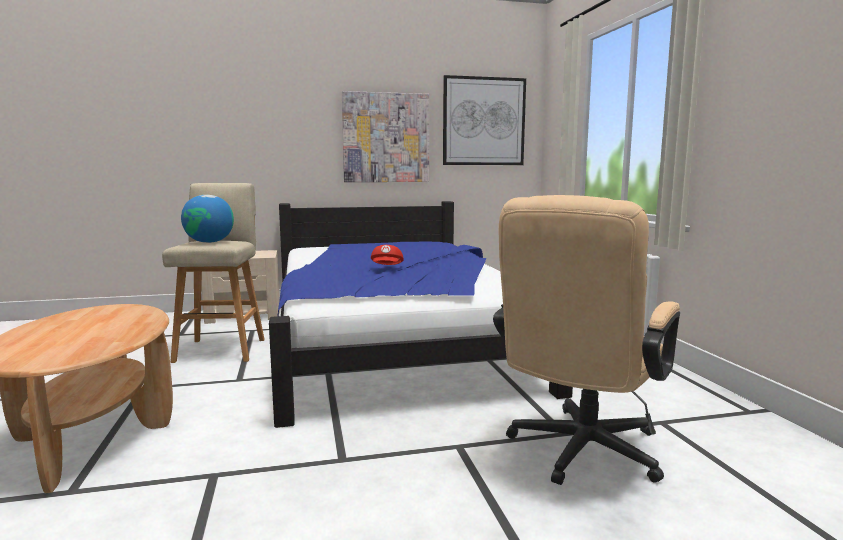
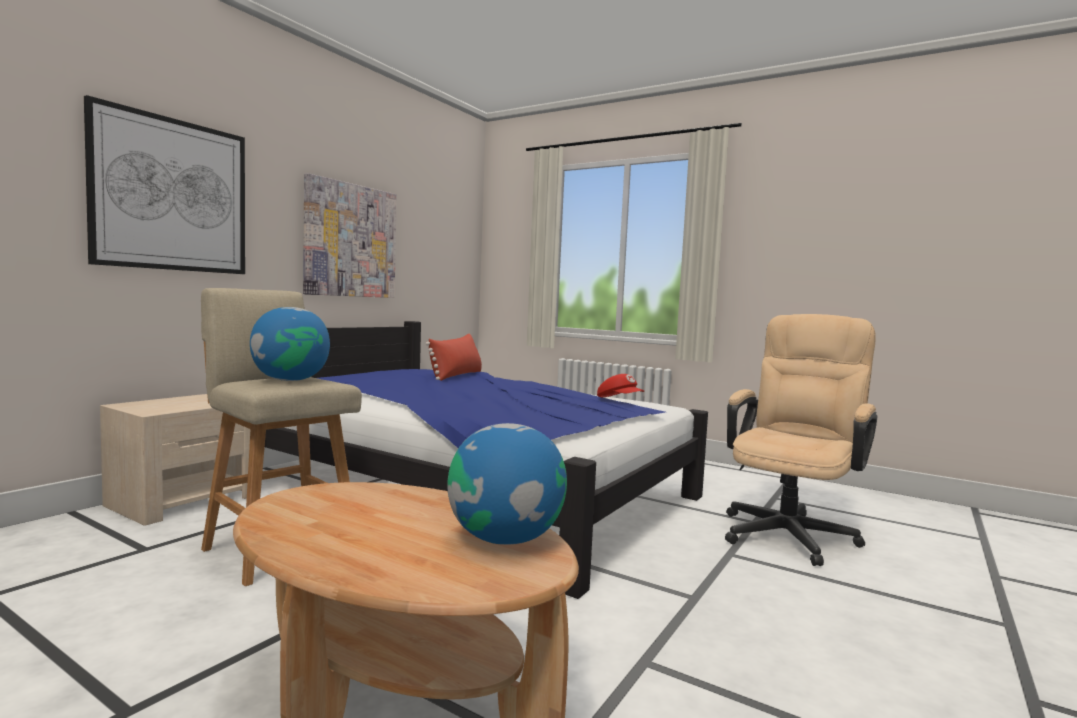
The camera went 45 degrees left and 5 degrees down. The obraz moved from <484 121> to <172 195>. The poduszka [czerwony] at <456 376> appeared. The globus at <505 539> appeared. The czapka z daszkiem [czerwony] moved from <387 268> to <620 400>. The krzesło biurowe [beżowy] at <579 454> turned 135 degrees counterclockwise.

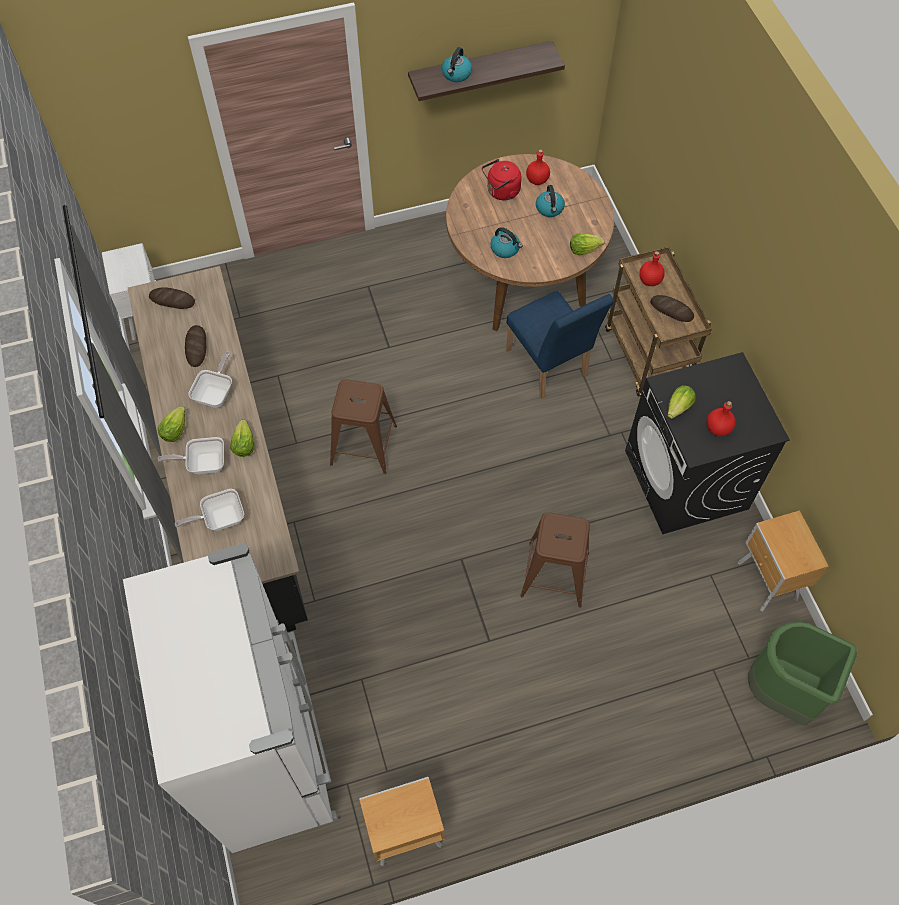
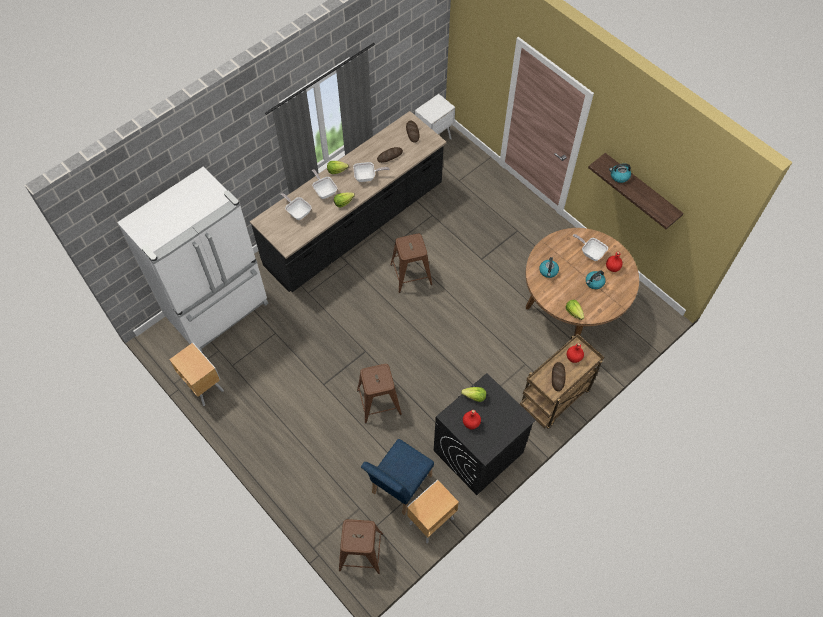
The camera went 65 degrees right and 0 degrees up. The kosz na śmieci [zielony] at <781 693> was replaced by the stołek [brązowy] at <361 551>. The krzesło [niebieski] moved from <549 367> to <398 487>. The czajnik [czerwony] at <501 192> was replaced by the patelnia at <590 252>.

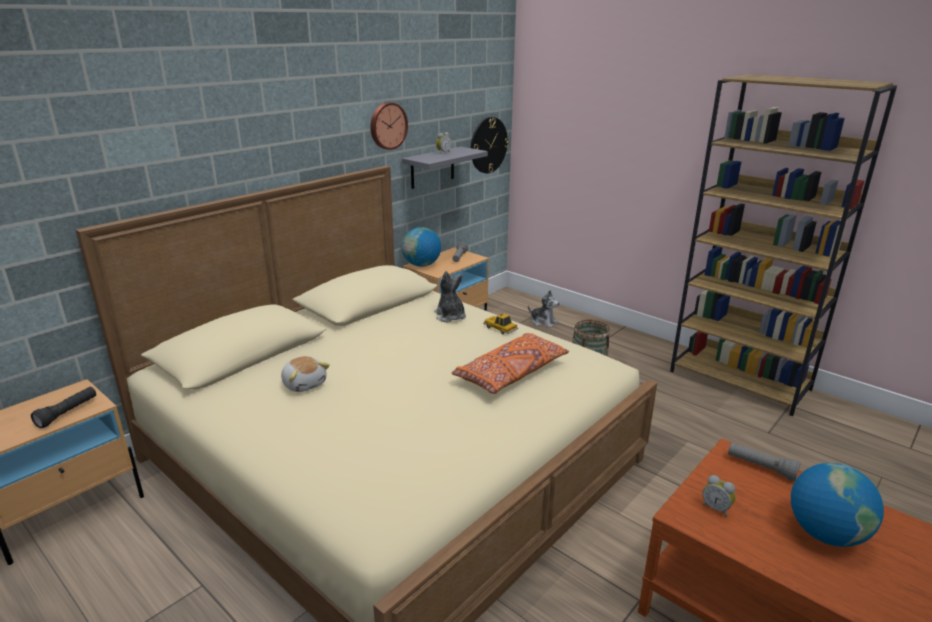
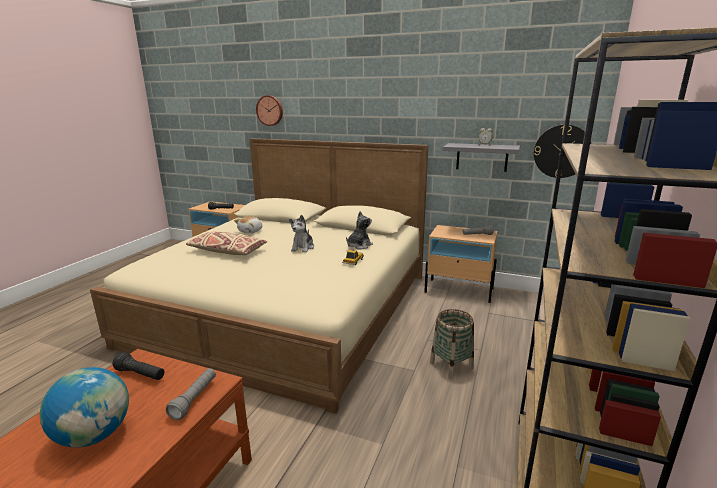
The camera went 70 degrees right and 5 degrees down. The budzik at <716 508> was replaced by the latarka [czarny] at <141 374>. The poduszka [beżowy] at <227 251> appeared. The zegar ścienny moved from <387 126> to <270 110>. The pluszak moved from <543 322> to <303 247>. The globus at <422 265> disappeared. The poduszka [pomarańczowy] at <511 374> disappeared.

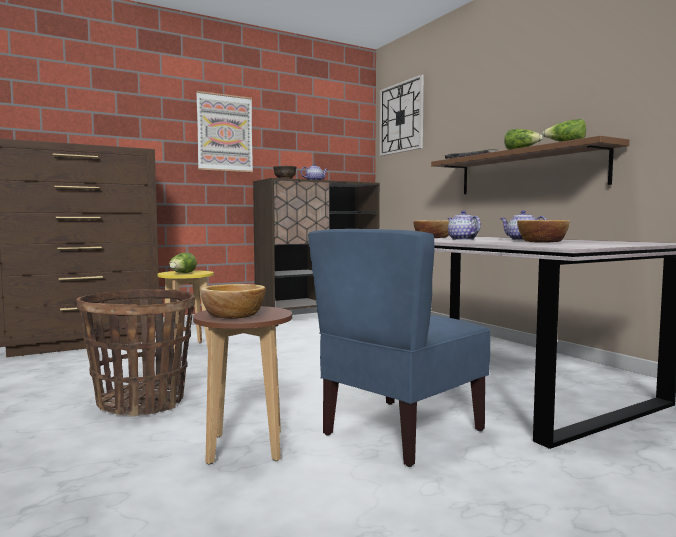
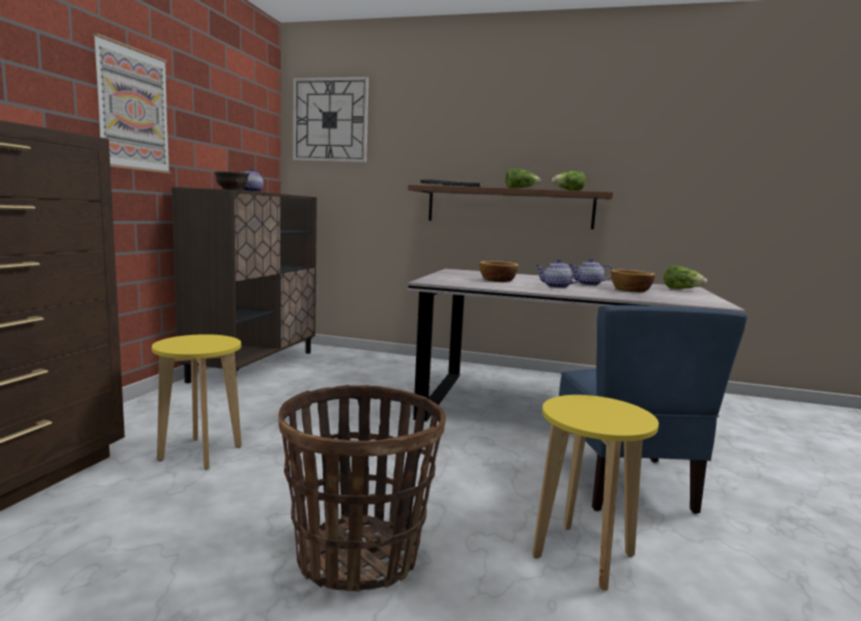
The camera went 45 degrees left and 5 degrees up. The stołek [brązowy] at <245 448> became the stołek [żółty] at <583 556>. The sałata moved from <182 273> to <682 289>. The miska at <234 315> disappeared.

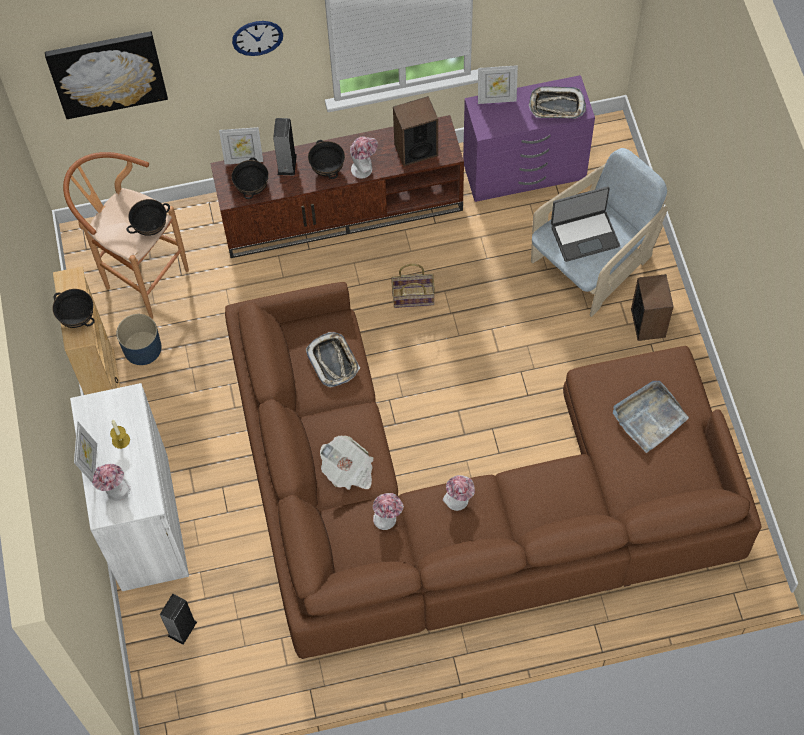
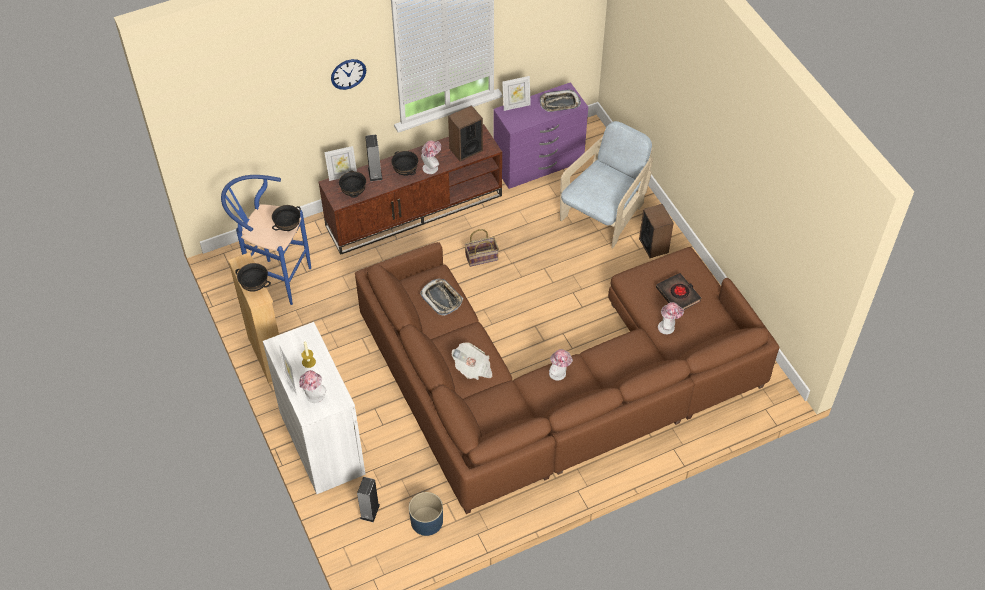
The camera went 15 degrees left and 10 degrees down. The stołek [brązowy] at <139 277> became the stołek [niebieski] at <275 279>. The donica [niebieski] moved from <142 348> to <426 521>. The taca [szary] at <649 417> was replaced by the książka [czarny] at <678 295>. The kapelusz moved from <388 520> to <668 327>. The obraz at <107 73> disappeared. The laptop at <584 235> disappeared.

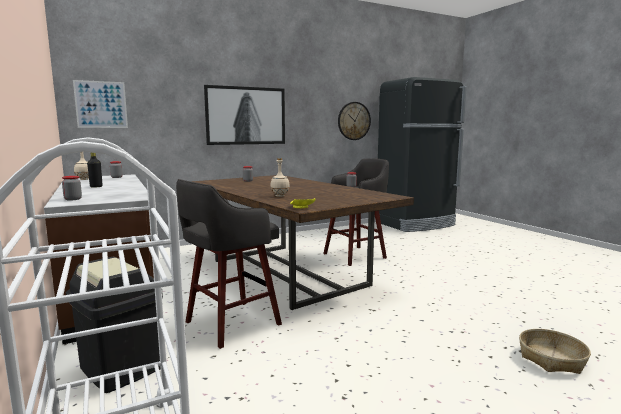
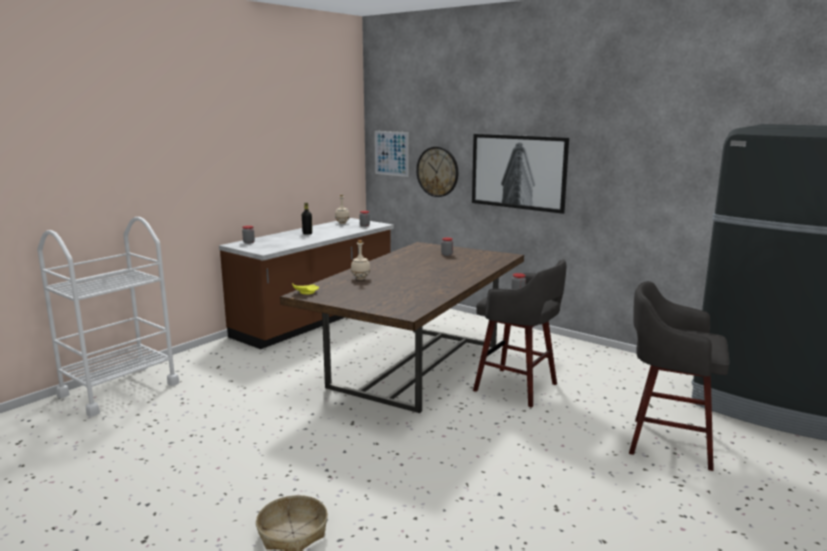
The camera went 65 degrees right and 5 degrees up. The zegar ścienny moved from <354 121> to <437 171>. The stołek [szary] moved from <230 324> to <667 442>. The kosz na śmieci [czarny] at <120 368> disappeared.

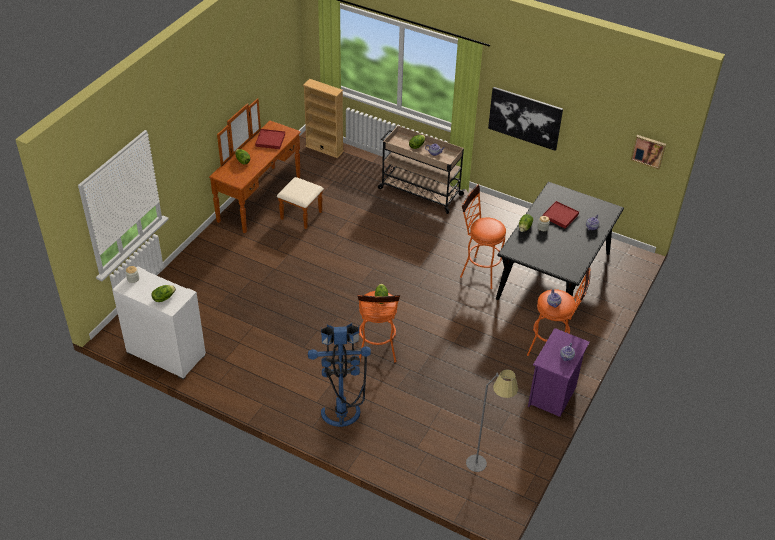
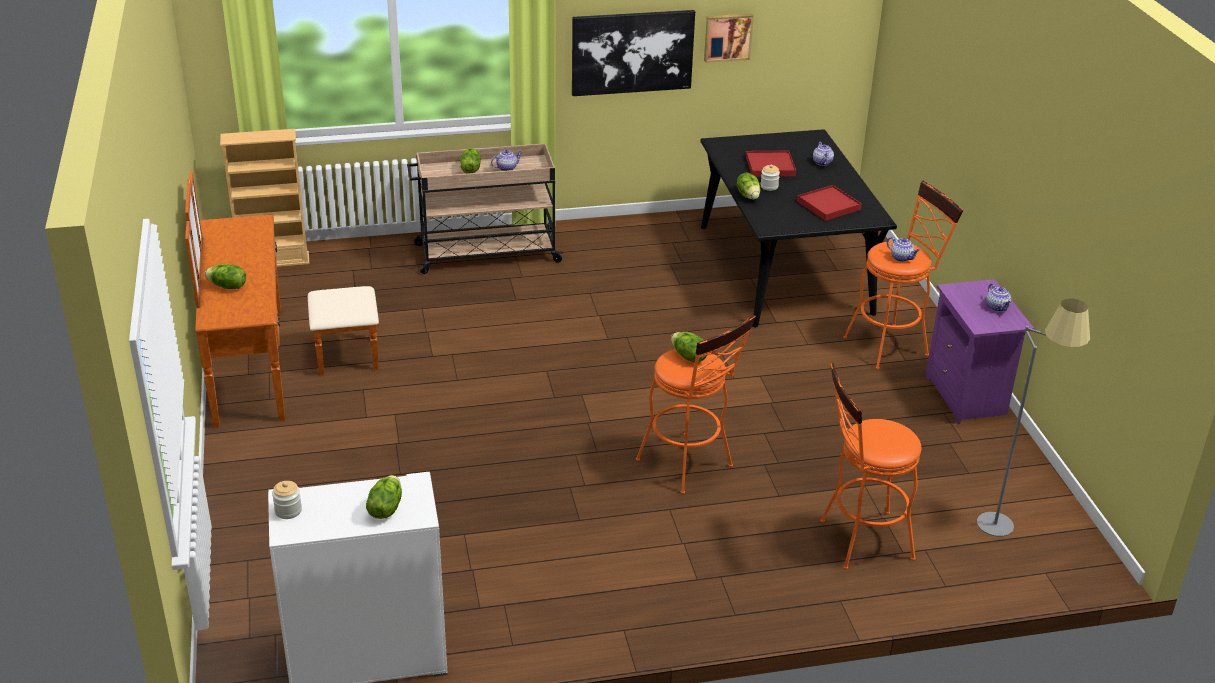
The camera went 40 degrees left and 10 degrees down. The obraz moved from <648 151> to <727 37>. The taca [czerwony] moved from <270 140> to <828 205>. The stołek [pomarańczowy] moved from <479 271> to <858 541>. The lampa stojąca [niebieski] at <341 422> disappeared.

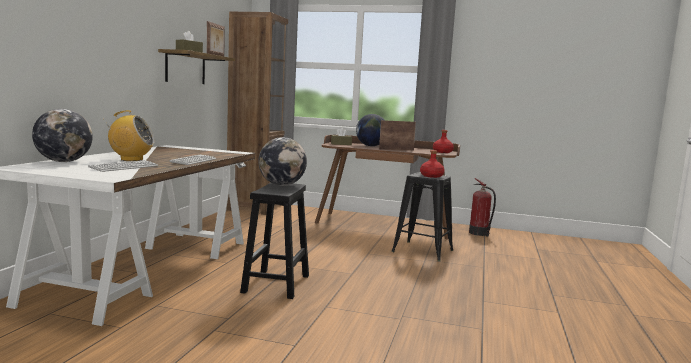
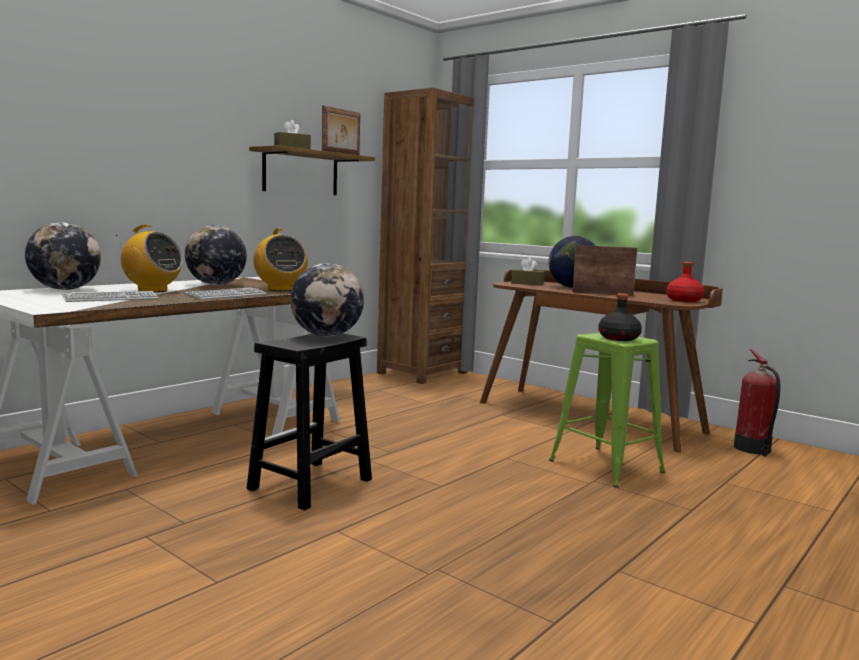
The camera went 25 degrees right and 0 degrees up. The globus at <216 284> appeared. The radio at <280 289> appeared. The stołek [czarny] at <423 251> became the stołek [zielony] at <606 467>. The butelka [czerwony] at <431 176> became the butelka [czarny] at <619 338>.

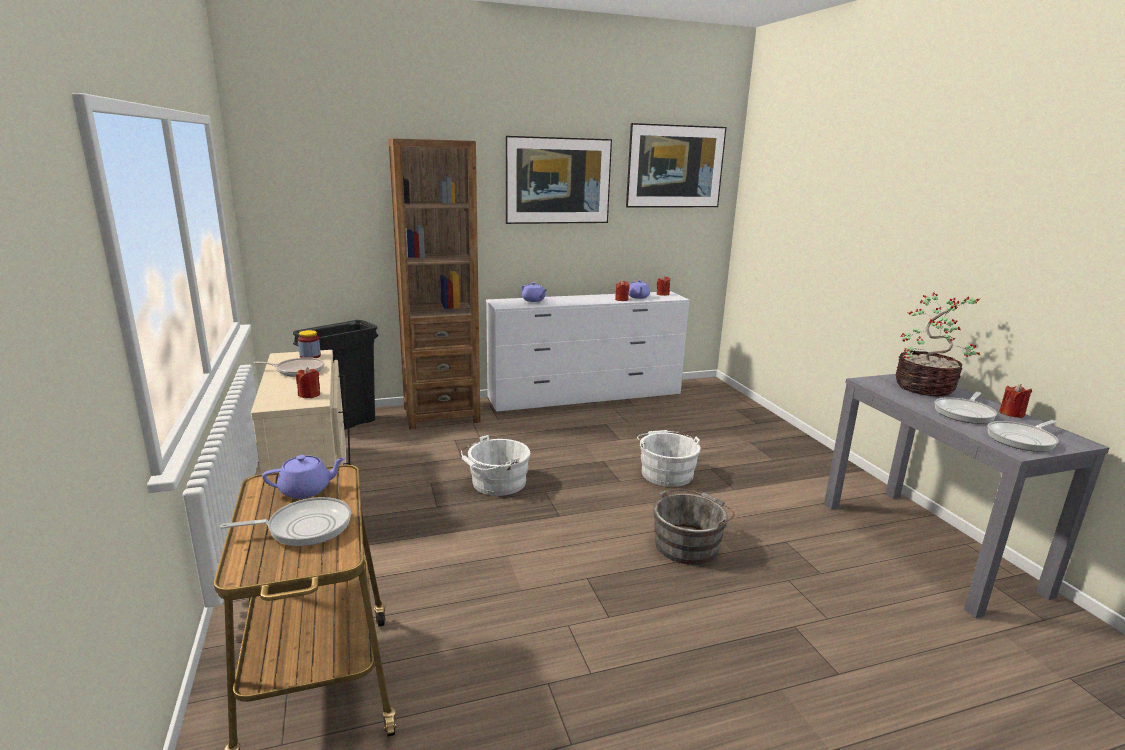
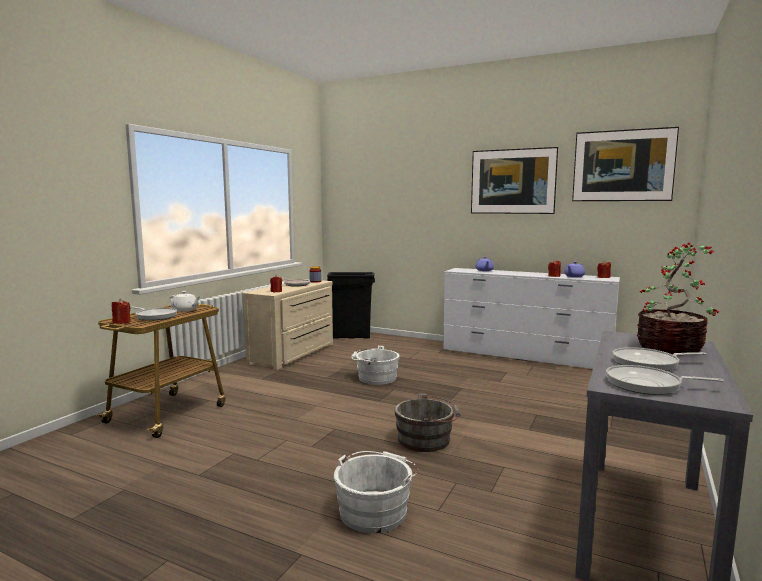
The camera went 45 degrees right and 10 degrees down. The świeca [czerwony] moved from <1011 414> to <121 322>. The imbryk [fioletowy] at <306 490> became the imbryk [biały] at <185 310>. The wiadro [biały] moved from <665 472> to <375 510>. The regał [brązowy] at <441 414> disappeared.

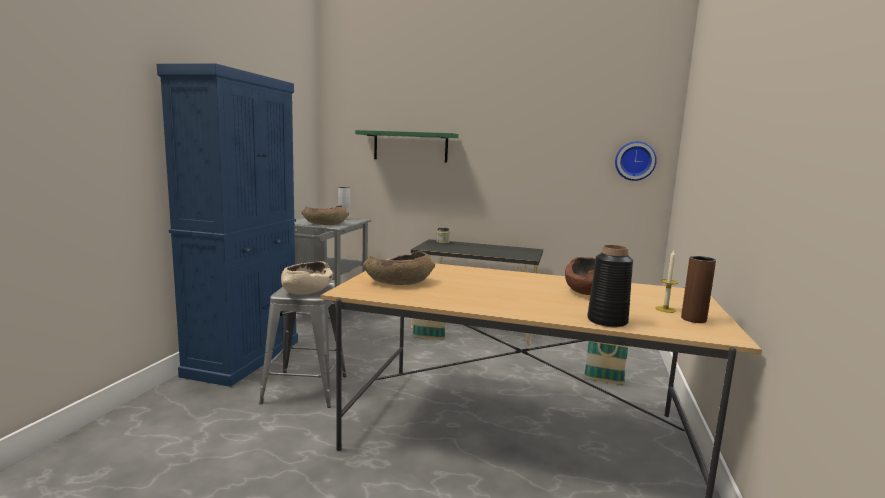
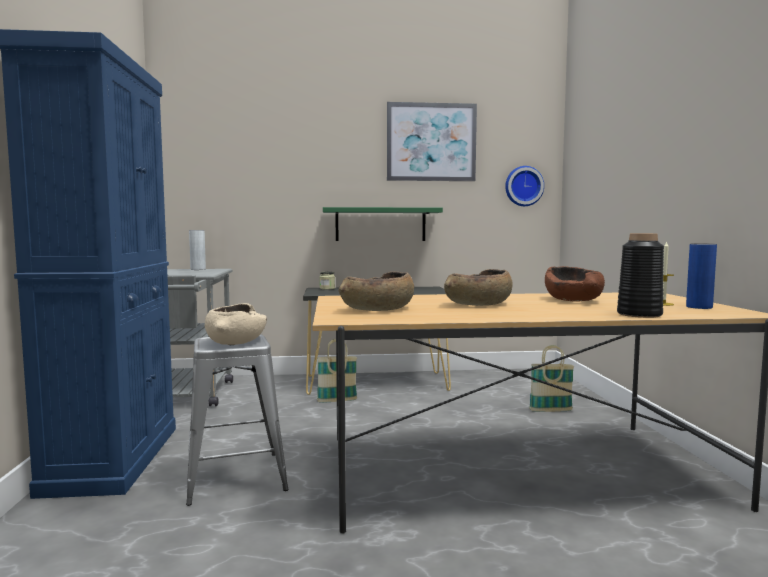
The camera went 20 degrees left and 5 degrees down. The półka [zielony] moved from <410 146> to <380 224>. The obraz at <431 142> appeared. The miska [brązowy] moved from <325 224> to <478 304>. The wazon [brązowy] at <693 319> became the wazon [niebieski] at <699 307>.

